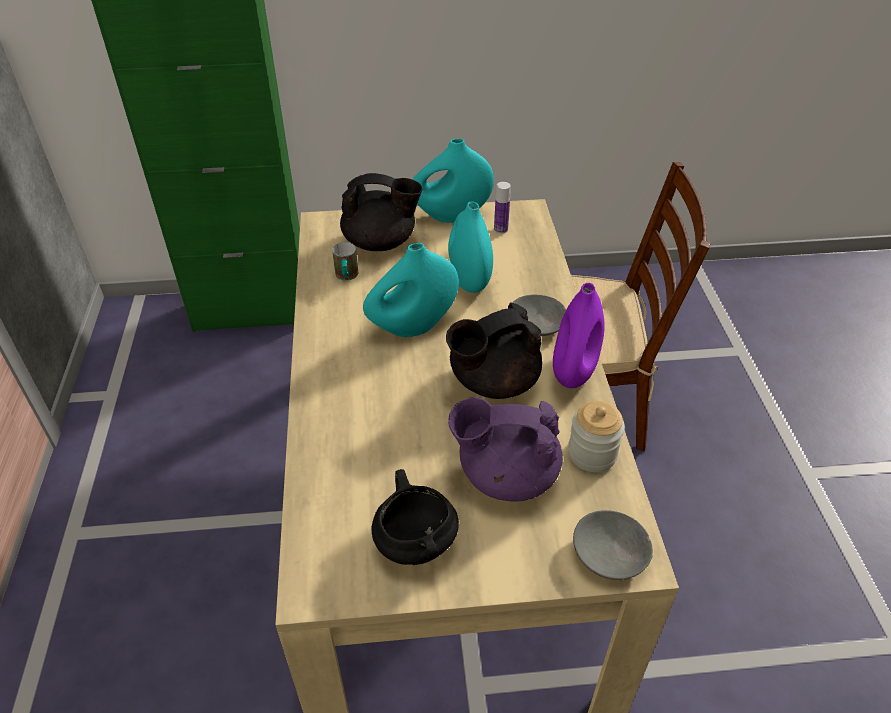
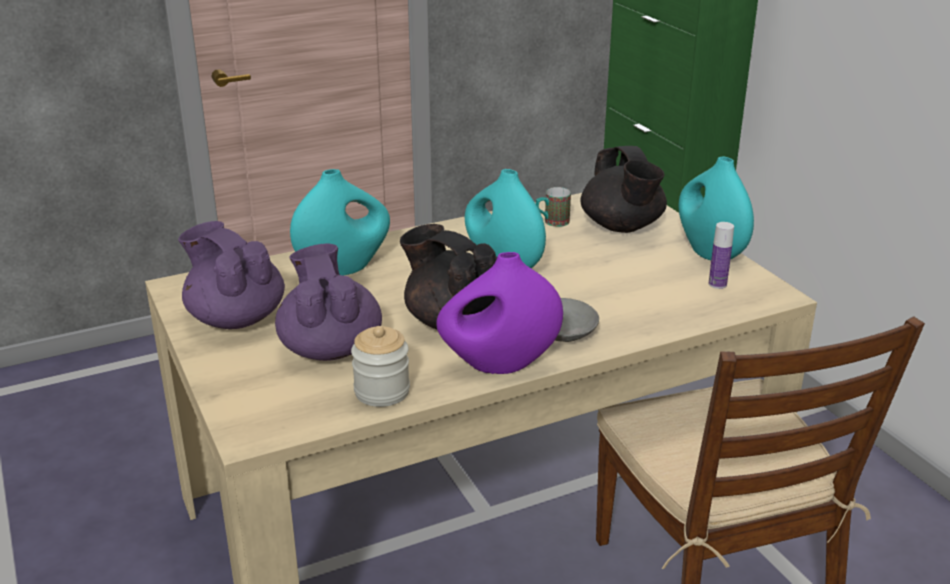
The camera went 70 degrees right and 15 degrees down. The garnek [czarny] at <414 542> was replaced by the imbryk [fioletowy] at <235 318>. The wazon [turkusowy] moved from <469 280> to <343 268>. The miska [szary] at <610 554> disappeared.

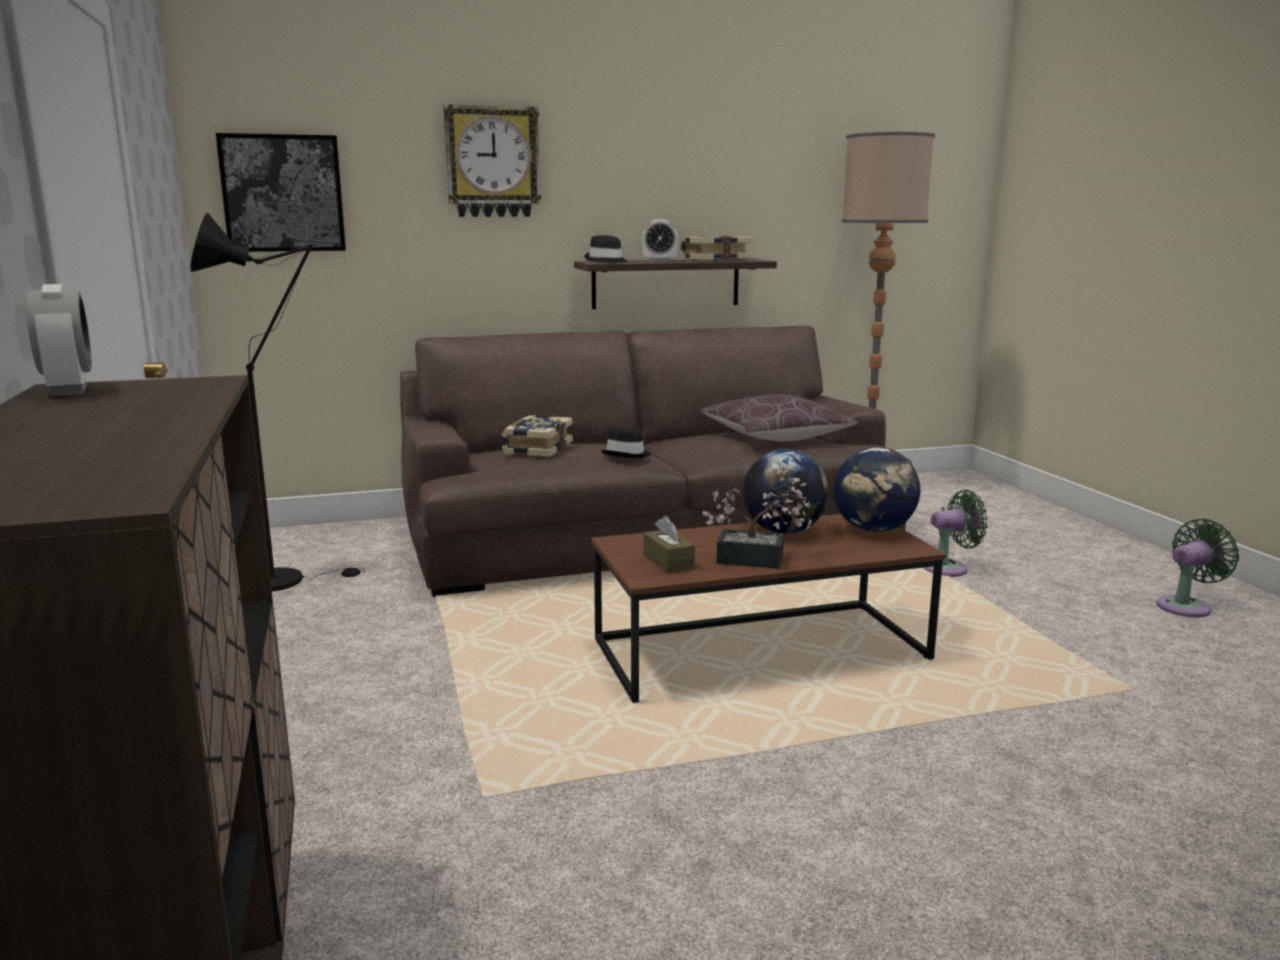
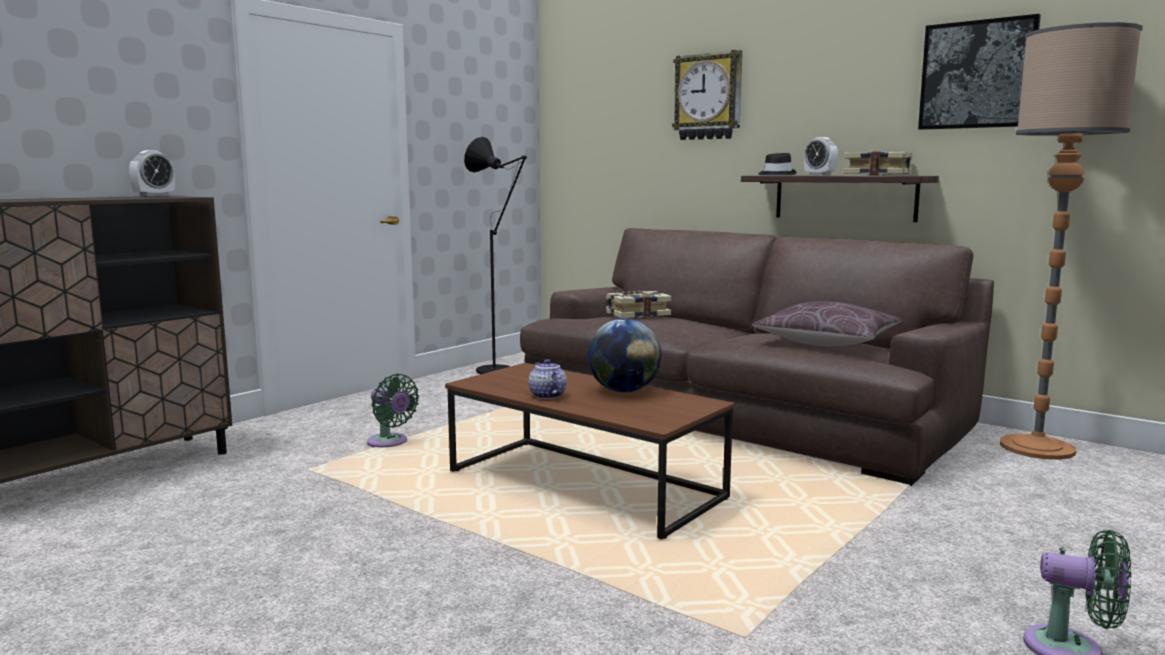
The camera went 55 degrees right and 5 degrees down. The wentylator [zielony] moved from <949 568> to <390 443>. The roślina doniczkowa at <758 560> was replaced by the imbryk at <547 395>. The obraz moved from <283 193> to <977 75>. The kapelusz [czarny] at <627 455> disappeared. The pudełko chusteczek [brązowy] at <668 561> disappeared. The globus at <874 530> disappeared.

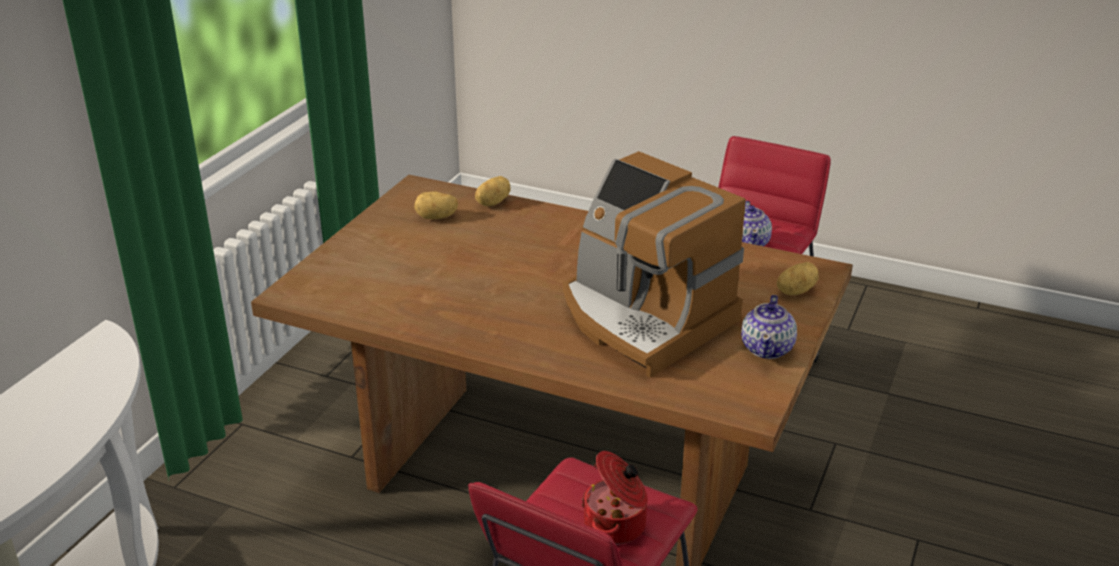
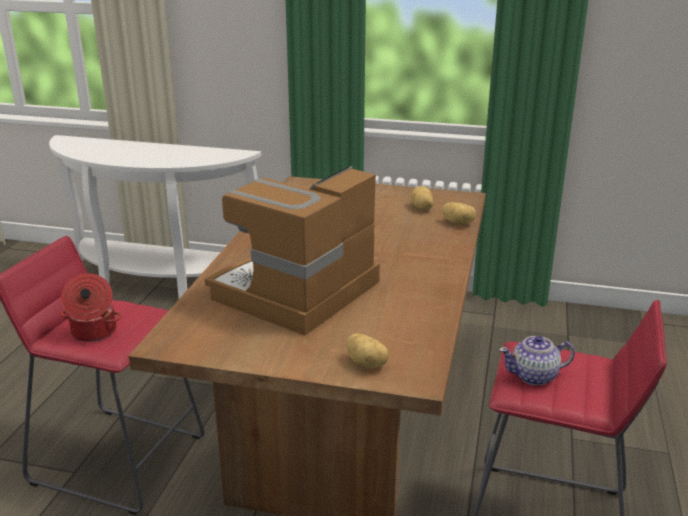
The camera went 80 degrees right and 5 degrees down. The imbryk at <768 348> disappeared.

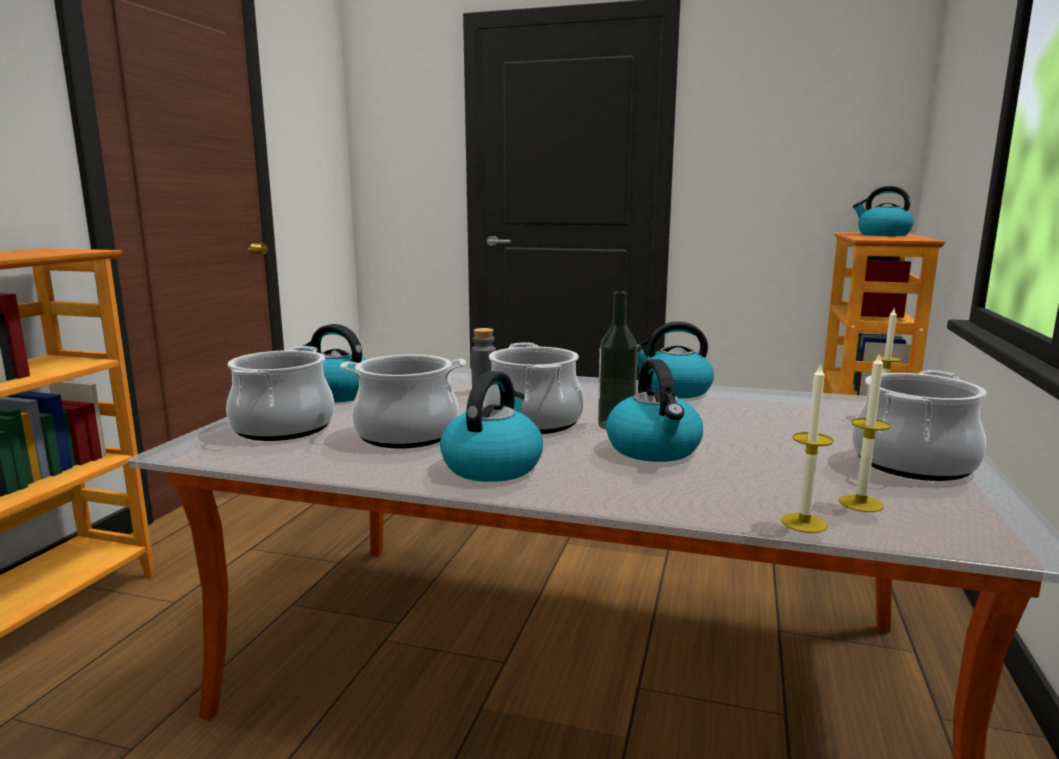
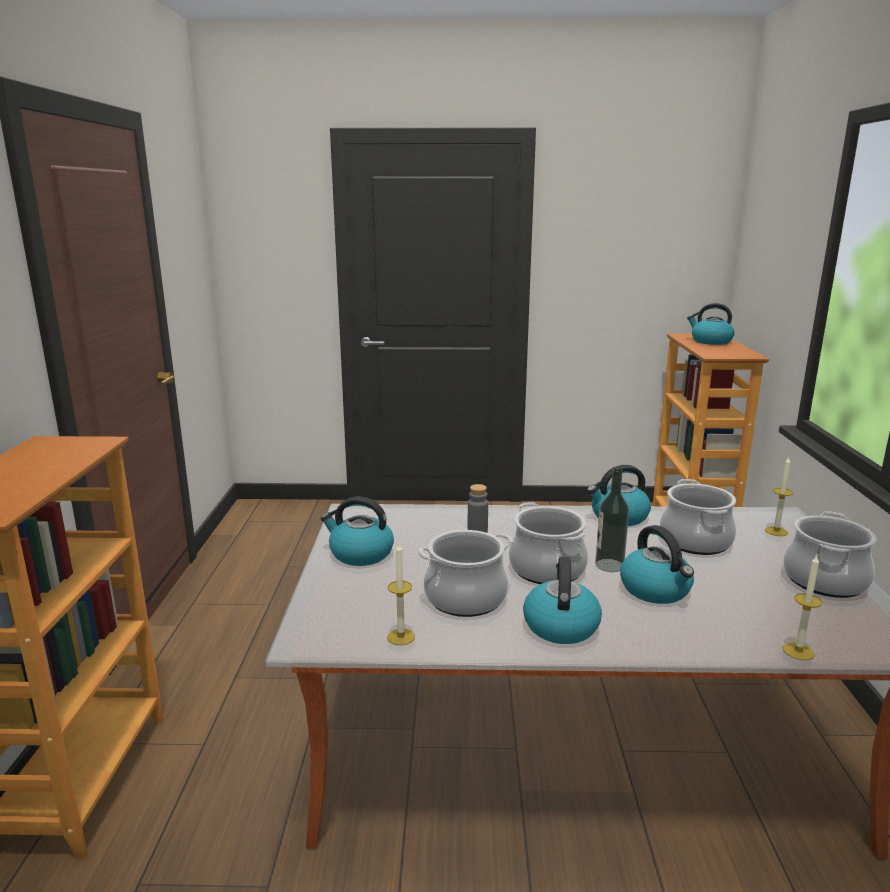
The camera went 15 degrees left and 5 degrees up. The świeca moved from <860 503> to <401 637>. The garnek moved from <283 428> to <696 541>.

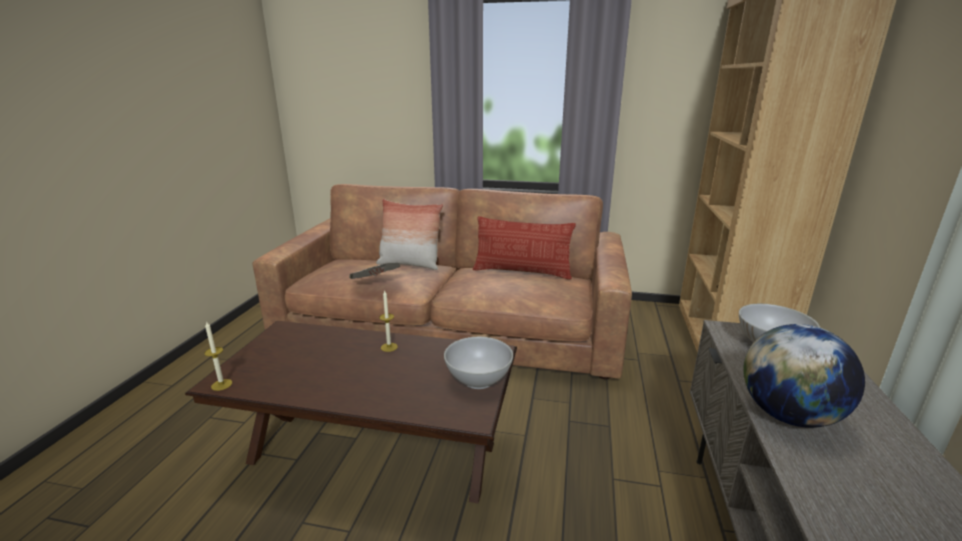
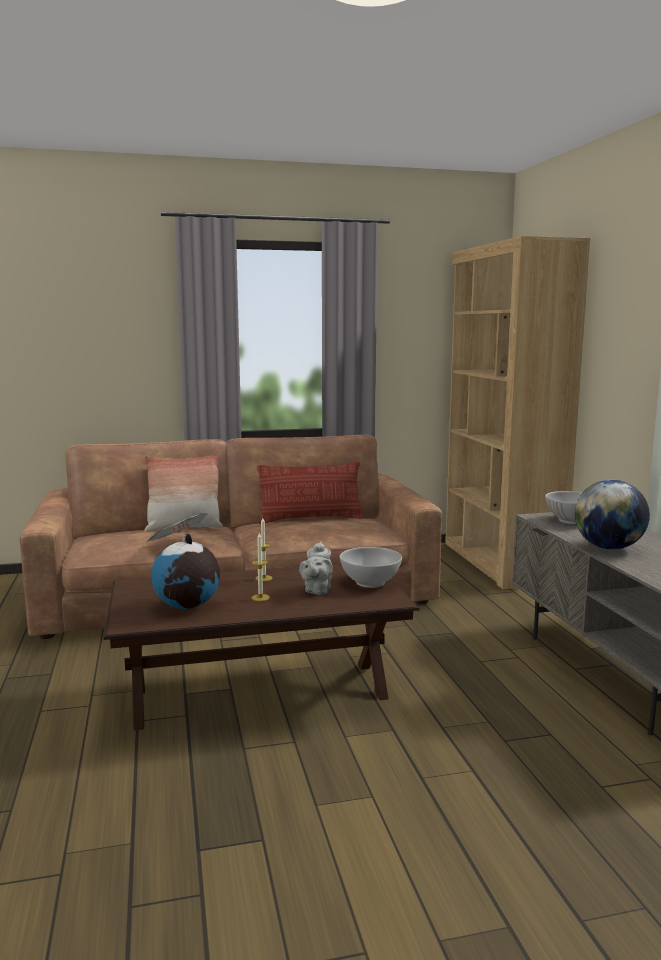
The camera went 25 degrees left and 10 degrees down. The globus at <187 606> appeared. The świeca moved from <221 384> to <260 597>. The imbryk [szary] at <317 590> appeared.

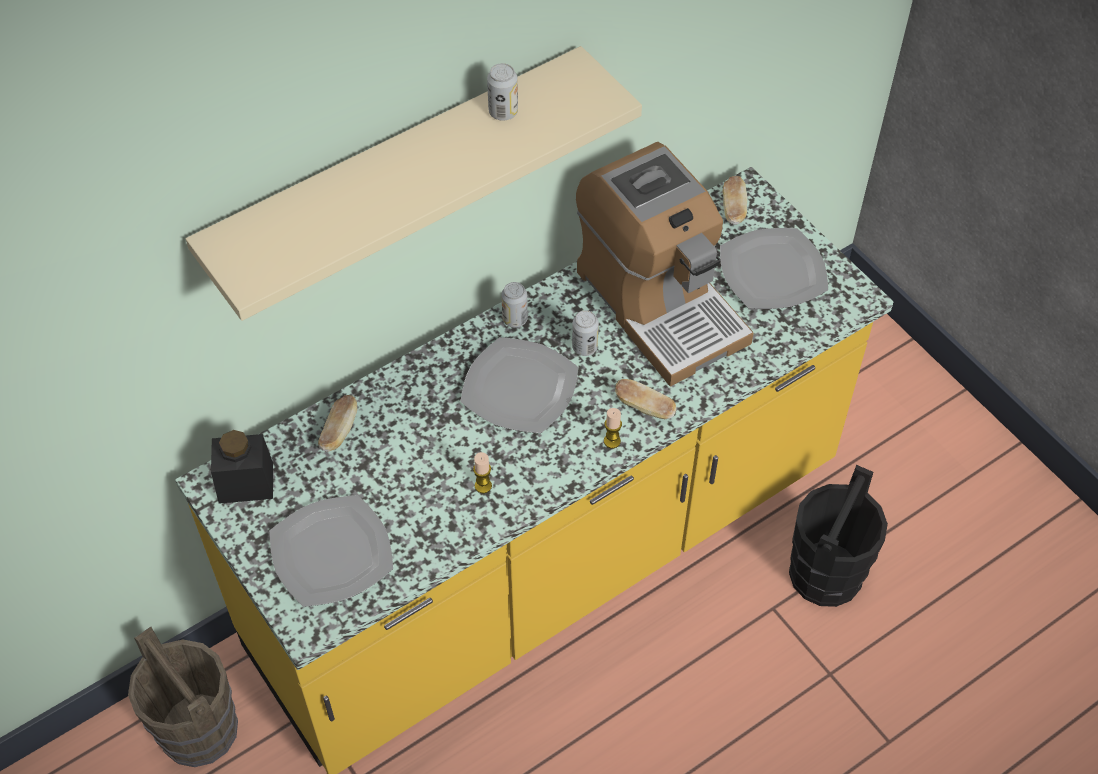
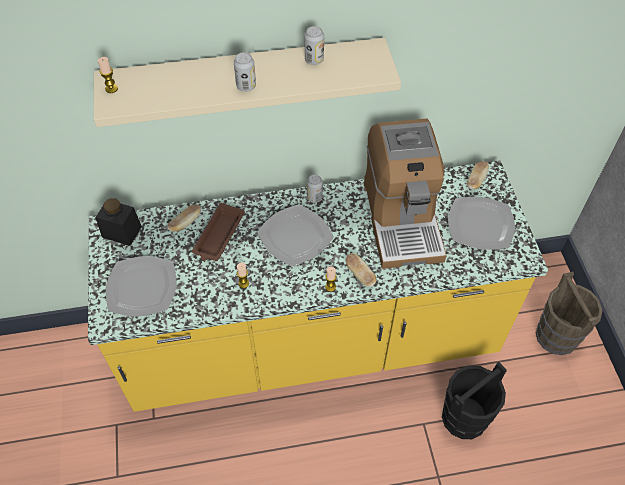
The camera went 25 degrees right and 0 degrees up. The świeca at <111 89> appeared. The taca [brązowy] at <218 236> appeared. The puszka moved from <584 347> to <246 86>. The wiadro [brązowy] moved from <198 728> to <556 335>.

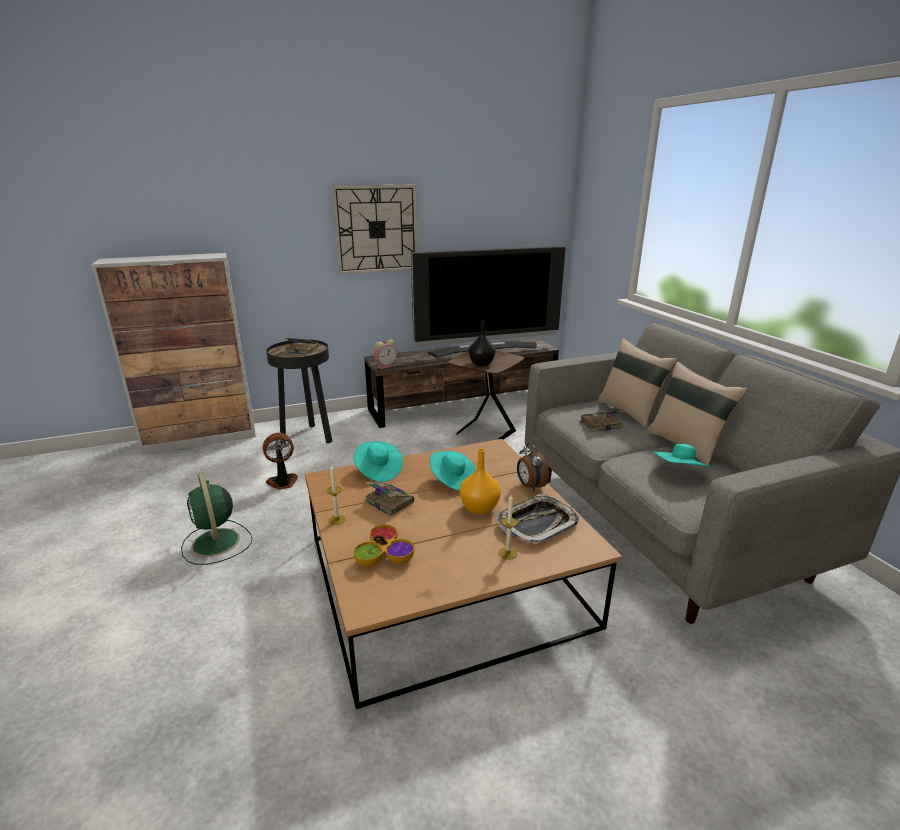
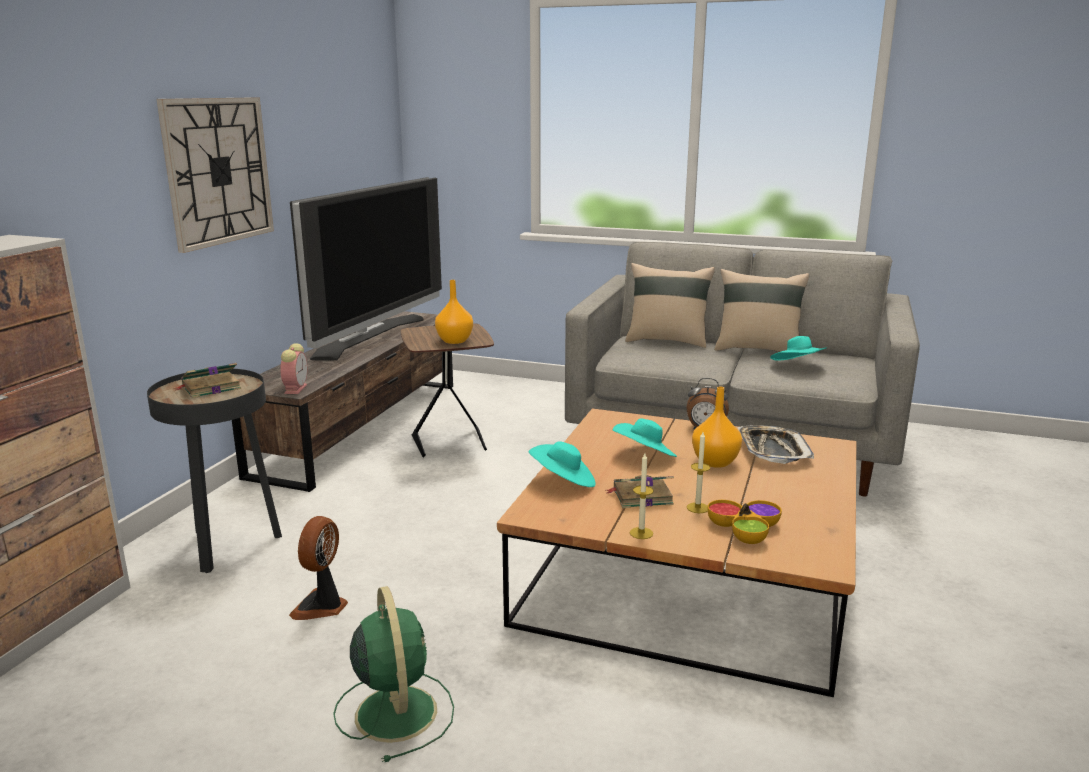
The camera went 50 degrees left and 5 degrees down. The wentylator [zielony] at <216 543> turned 120 degrees counterclockwise. The wazon [czarny] at <481 364> became the wazon [pomarańczowy] at <455 341>. The świeca moved from <507 553> to <697 508>. The książka at <600 424> disappeared.

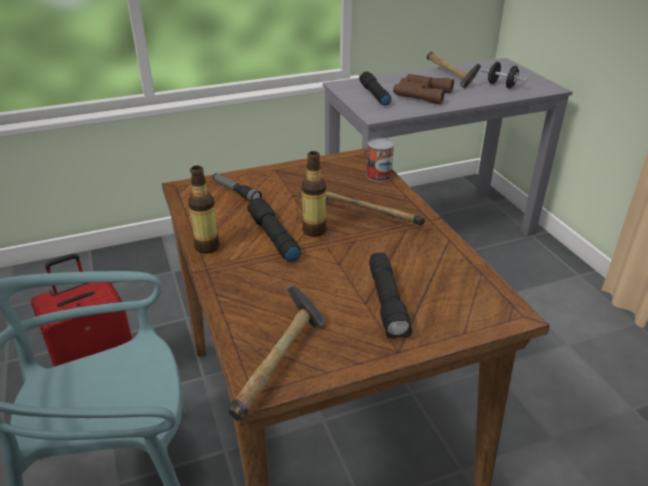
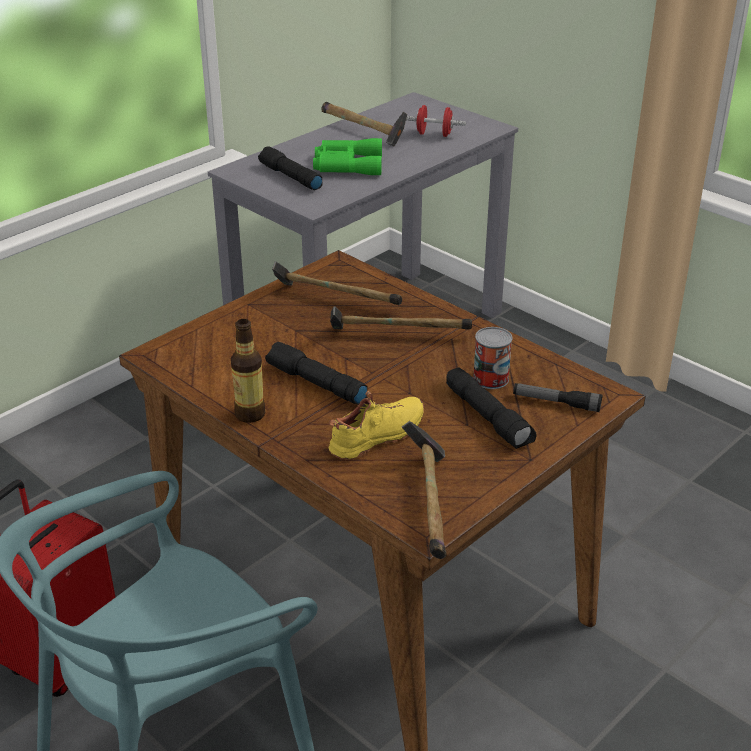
The camera went 25 degrees left and 0 degrees up. The młotek at <334 299> appeared. The lornetka [brązowy] at <420 94> became the lornetka [zielony] at <346 164>. The but [żółty] at <379 437> appeared. The hantel [czarny] at <501 85> became the hantel [czerwony] at <434 134>. The puszka moved from <379 175> to <490 378>. The latarka moved from <236 192> to <556 403>. The butelka at <314 230> disappeared.

